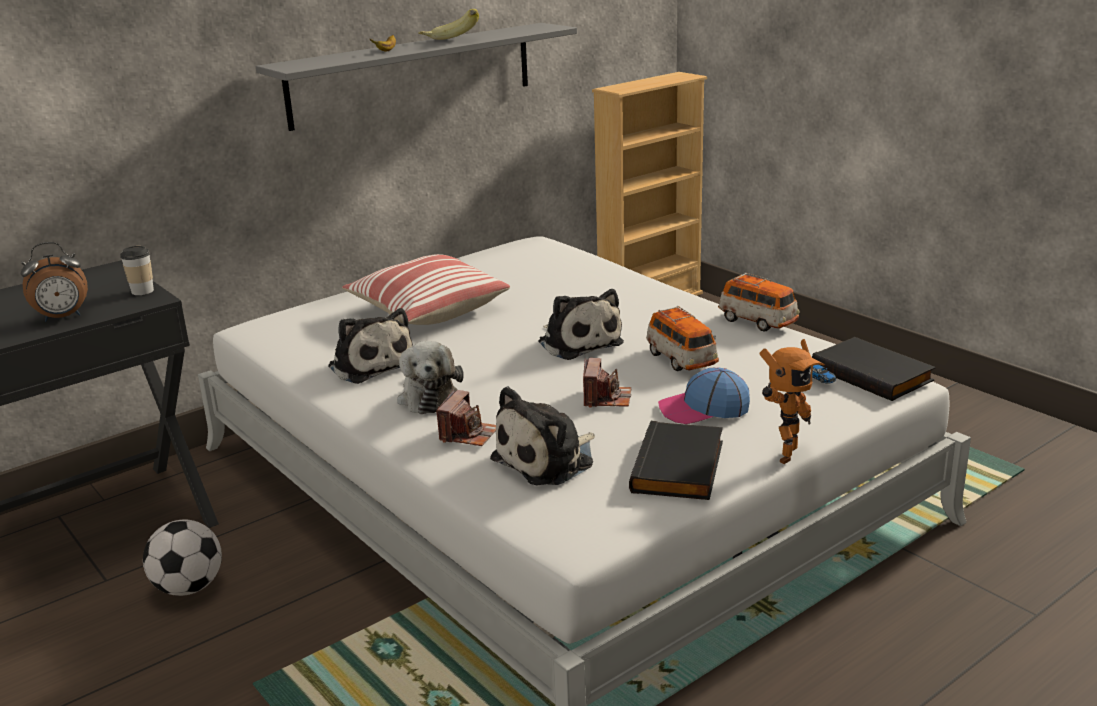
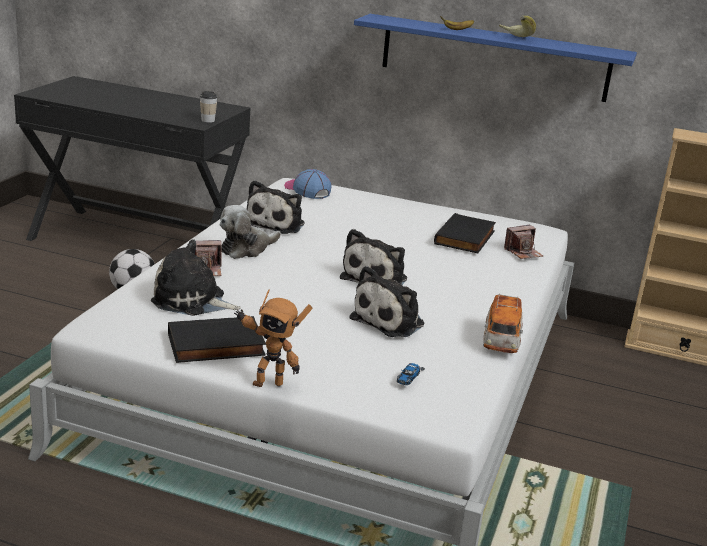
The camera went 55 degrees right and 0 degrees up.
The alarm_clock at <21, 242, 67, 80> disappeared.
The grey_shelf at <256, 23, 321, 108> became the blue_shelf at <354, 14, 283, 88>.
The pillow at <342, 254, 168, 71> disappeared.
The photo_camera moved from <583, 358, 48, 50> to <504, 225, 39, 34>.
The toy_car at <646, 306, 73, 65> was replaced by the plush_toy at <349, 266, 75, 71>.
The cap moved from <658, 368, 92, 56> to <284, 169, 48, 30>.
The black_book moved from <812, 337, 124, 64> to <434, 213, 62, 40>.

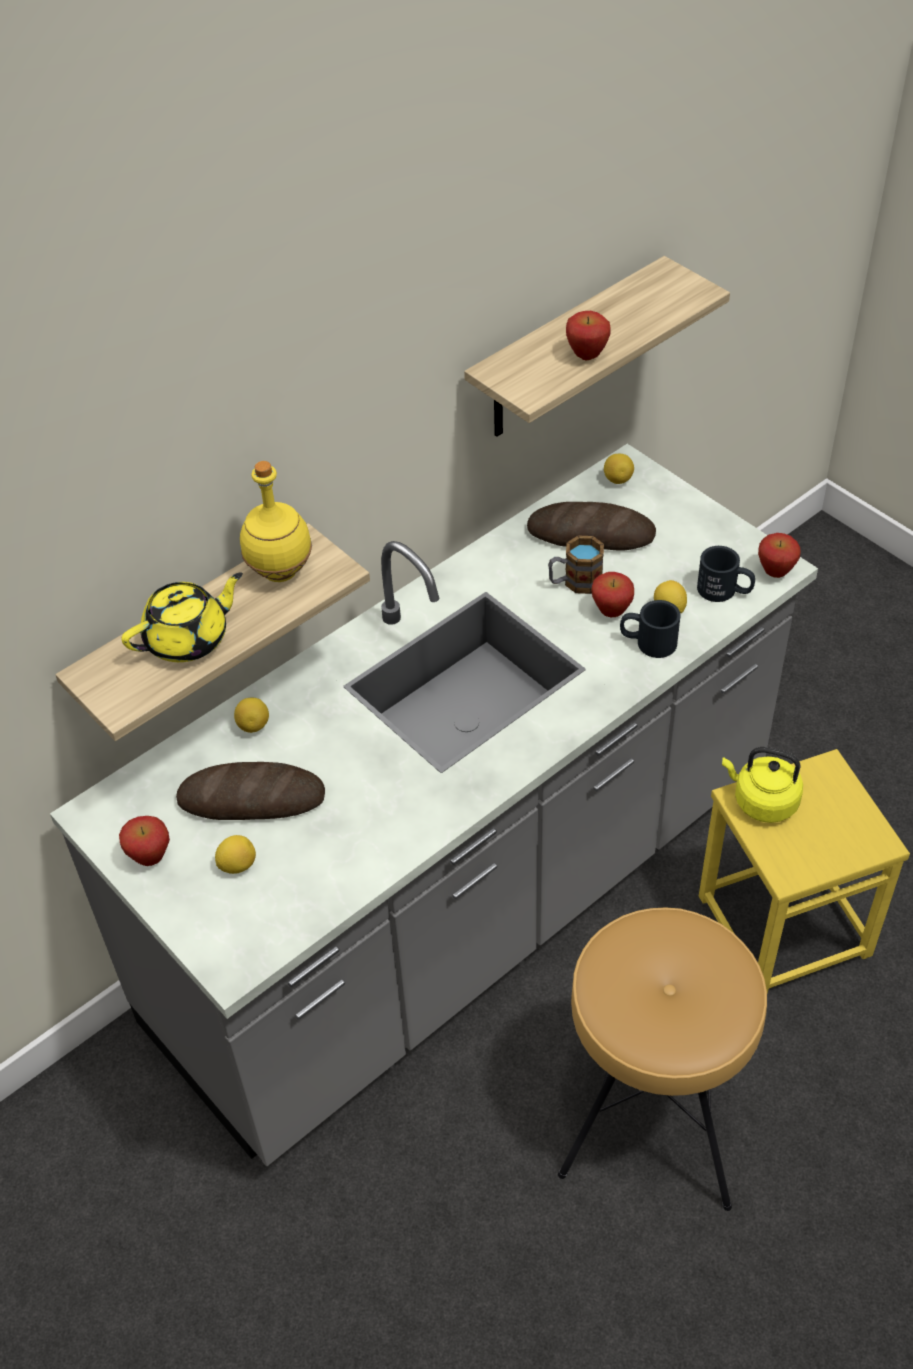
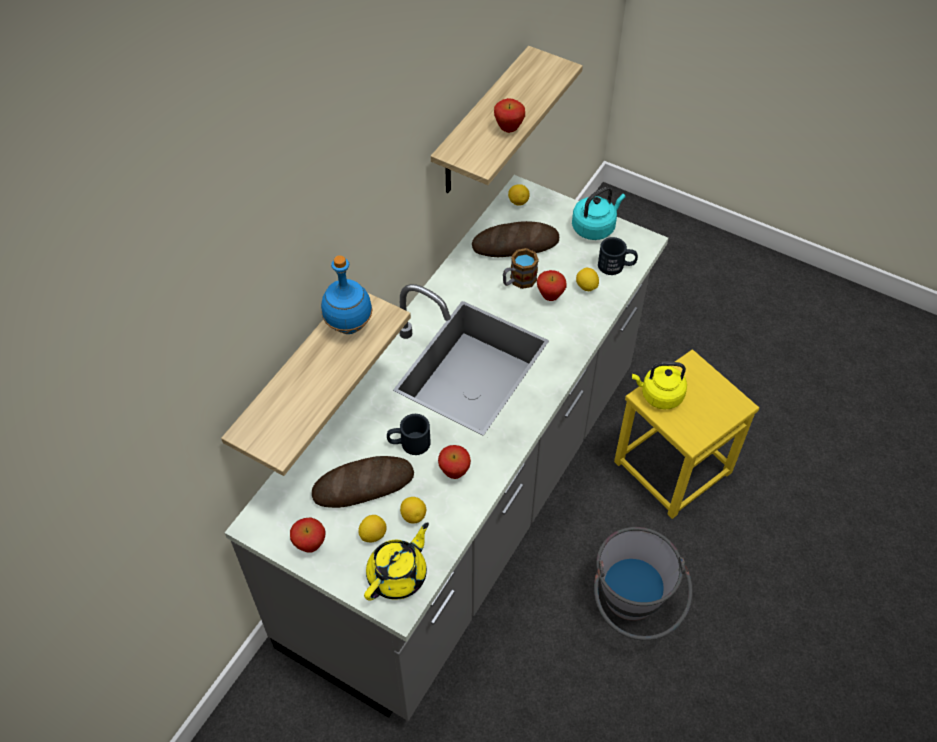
The camera went 20 degrees left and 5 degrees up.
The yellow_teapot moved from <121, 572, 122, 90> to <364, 522, 65, 79>.
The lemon moved from <234, 698, 35, 35> to <400, 497, 26, 27>.
The yellow_bottle at <240, 461, 72, 121> became the blue_bottle at <321, 255, 51, 79>.
The brown_stool at <558, 907, 209, 304> was replaced by the grey_bucket at <594, 527, 99, 114>.
The black_mug moved from <620, 600, 61, 58> to <387, 414, 44, 41>.
The apple moved from <758, 533, 43, 45> to <438, 445, 33, 34>.
The turquoise_kettle at <572, 187, 54, 53> appeared.

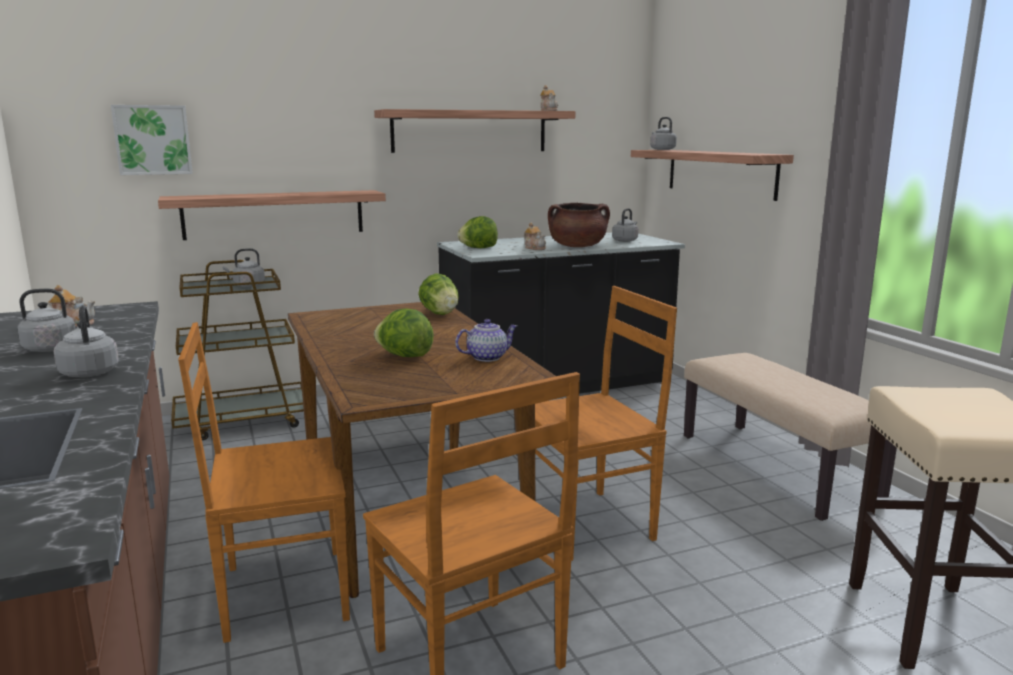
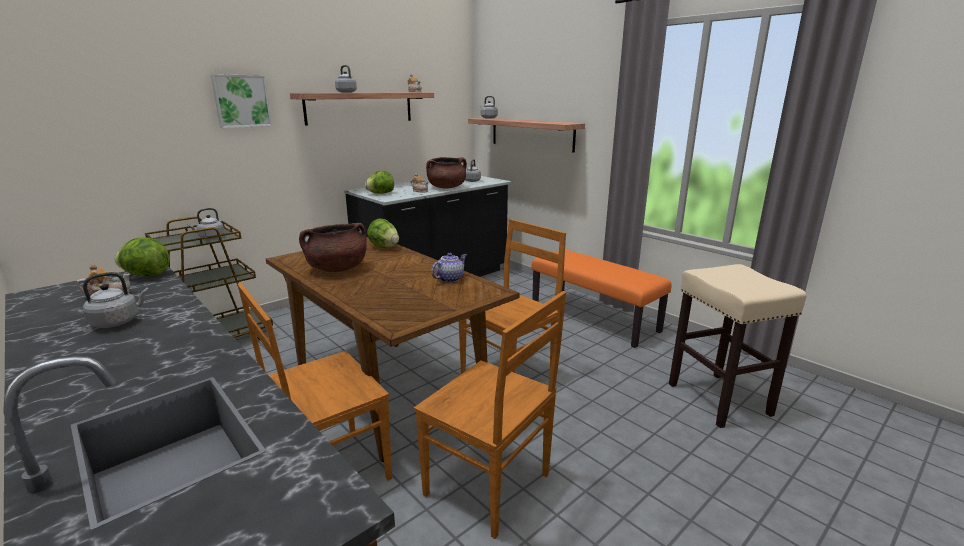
The camera went 20 degrees left and 5 degrees up.
The grey_kettle moved from <54, 305, 65, 72> to <335, 65, 22, 28>.
The picture moved from <111, 105, 82, 70> to <211, 74, 61, 54>.
The shelf at <158, 190, 228, 50> disappeared.
The lettuce moved from <374, 308, 60, 49> to <115, 237, 55, 39>.
The beige_bench at <684, 353, 213, 168> became the orange_bench at <532, 250, 139, 98>.
The brown_cooking_pot at <299, 223, 68, 49> appeared.

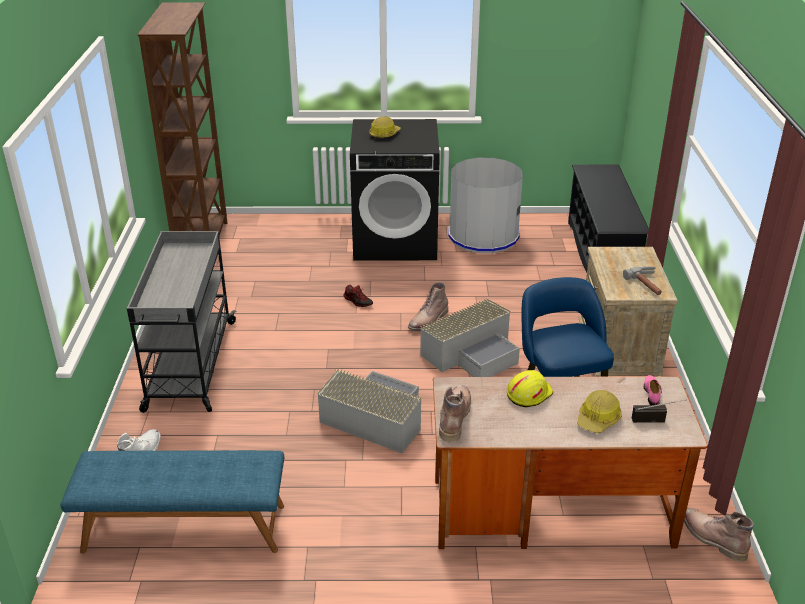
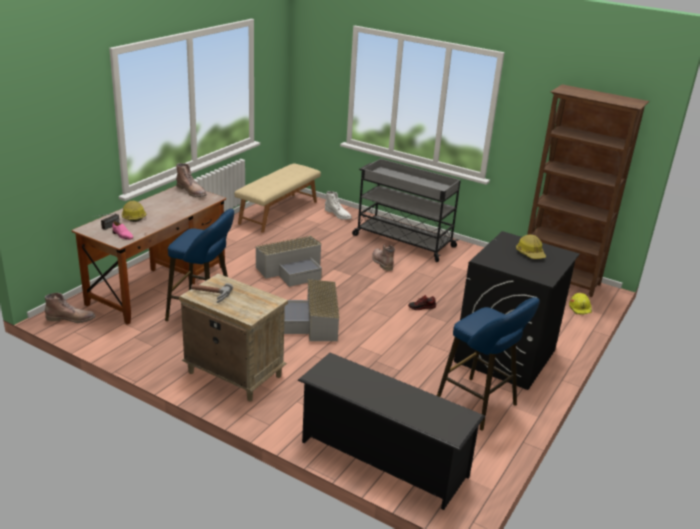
The camera went 120 degrees right and 5 degrees down.
The blue_bench at <60, 450, 224, 104> became the beige_bench at <234, 163, 87, 70>.
The brown_boot moved from <408, 282, 41, 49> to <372, 244, 23, 27>.
The grey_trash_can at <448, 158, 75, 95> was replaced by the blue_stool at <437, 297, 103, 134>.
The yellow_hard_hat moved from <507, 370, 46, 37> to <569, 292, 23, 23>.

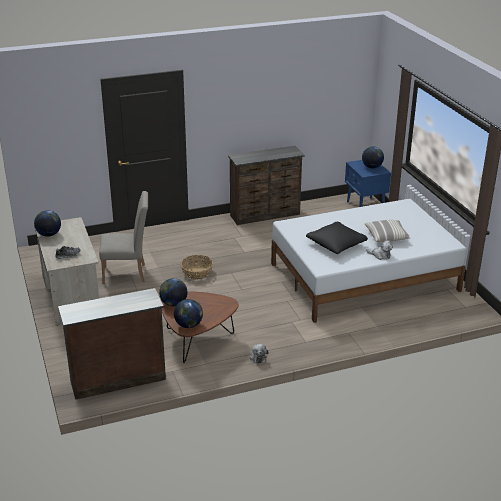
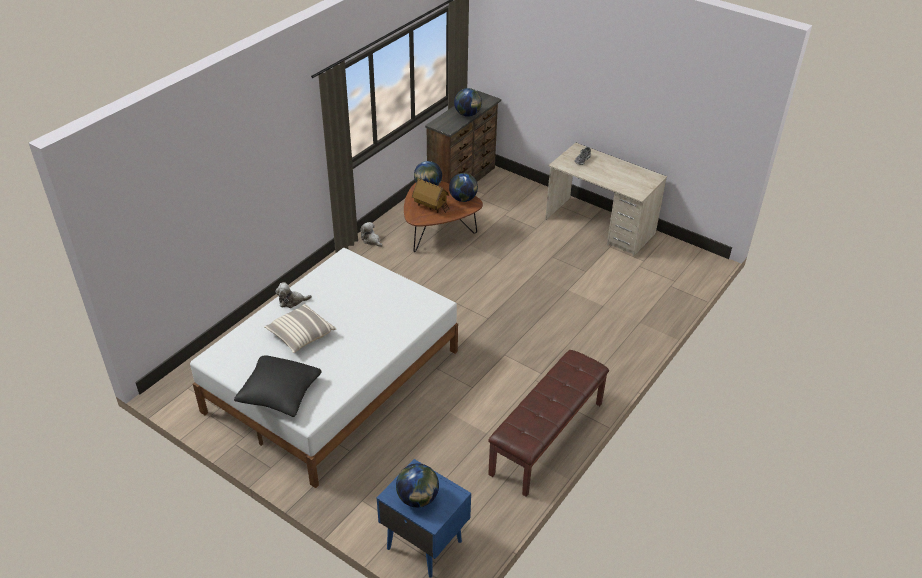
The camera went 145 degrees right and 10 degrees up.
The globe moved from <34, 210, 27, 27> to <454, 88, 28, 29>.
The beige_chair at <99, 191, 49, 93> disappeared.
The basket at <181, 255, 32, 25> disappeared.
The brown_dresser at <228, 146, 77, 79> was replaced by the brown_bench at <488, 350, 121, 147>.
The black_pillow moved from <306, 222, 62, 32> to <234, 355, 88, 62>.
The toy_house at <412, 179, 38, 34> appeared.

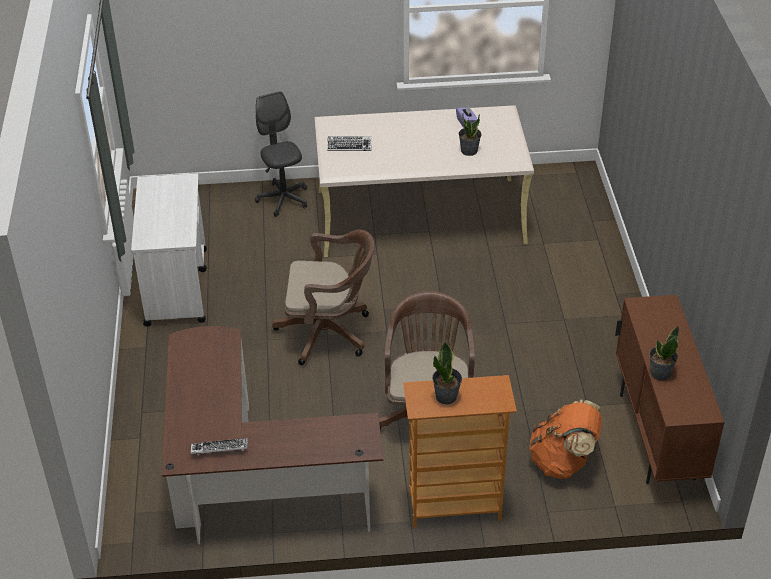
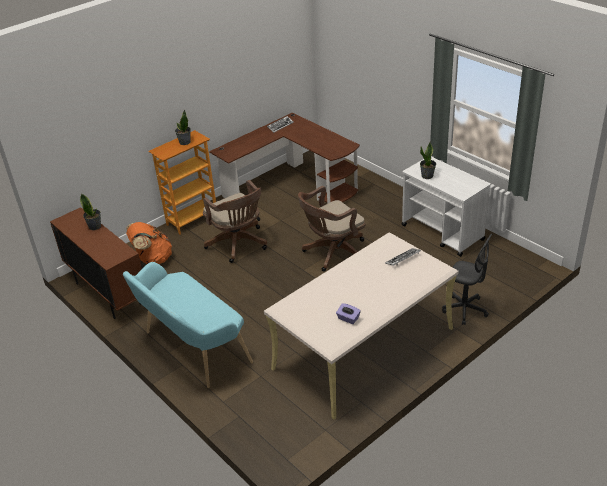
The camera went 145 degrees right and 5 degrees down.
The potted_plant moved from <459, 114, 23, 42> to <420, 142, 16, 37>.
The turquoise_bench at <123, 262, 130, 126> appeared.

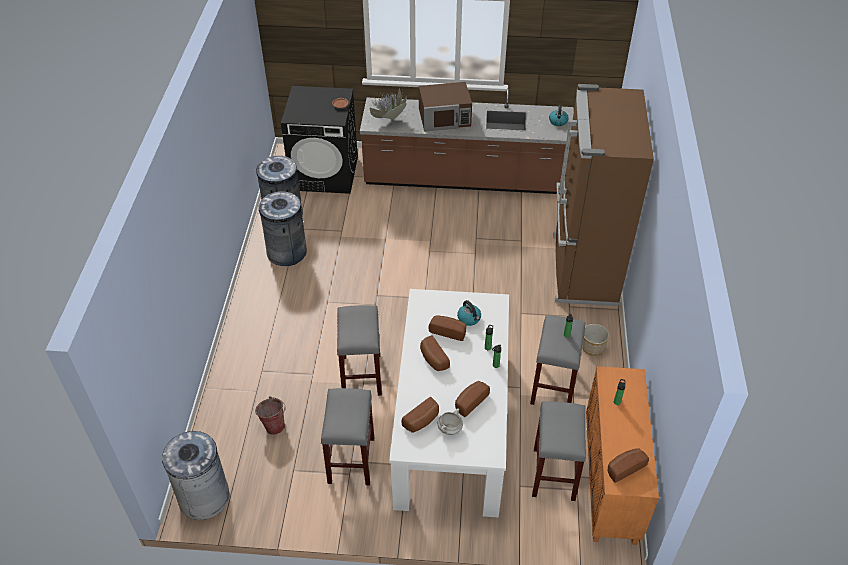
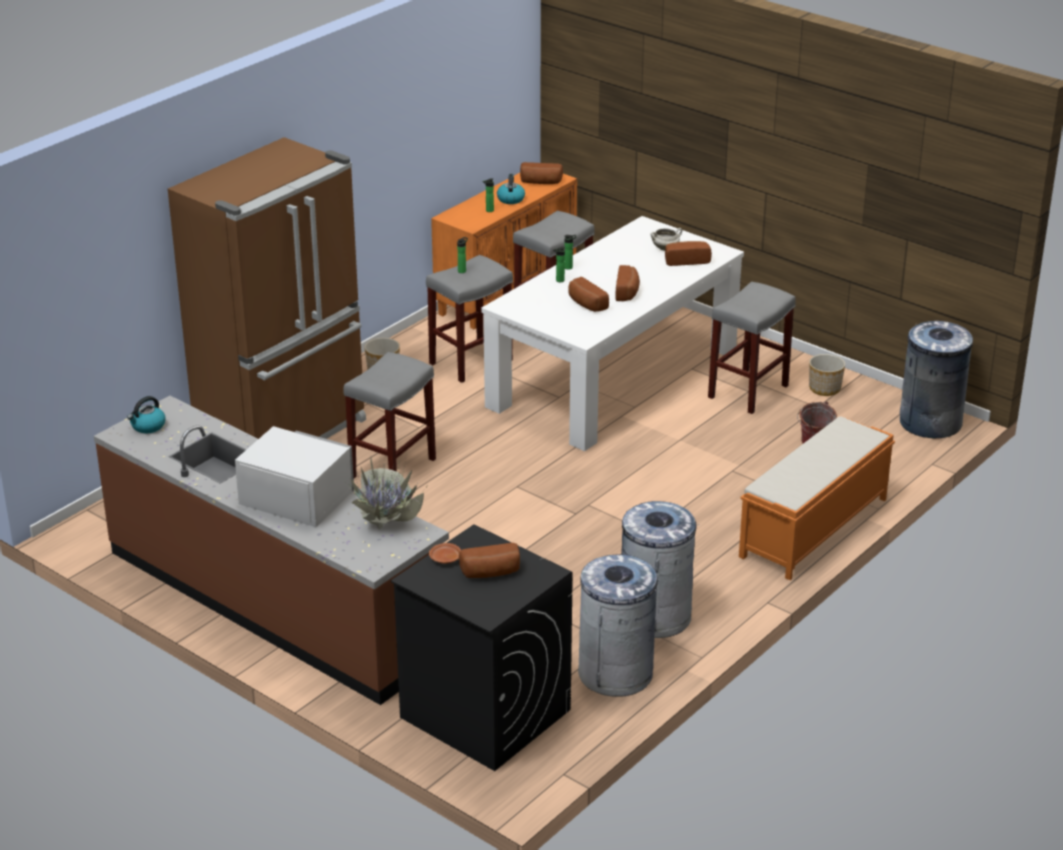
The camera went 145 degrees left and 15 degrees down.
The grey_stool moved from <337, 305, 45, 91> to <343, 352, 93, 126>.
The brown_microwave at <419, 82, 53, 50> became the white_microwave at <235, 426, 119, 101>.
The bread moved from <455, 381, 35, 36> to <459, 543, 61, 35>.
The kettle moved from <457, 300, 24, 26> to <497, 174, 28, 30>.
The orange_bench at <739, 416, 156, 164> appeared.
The planter at <809, 354, 36, 42> appeared.

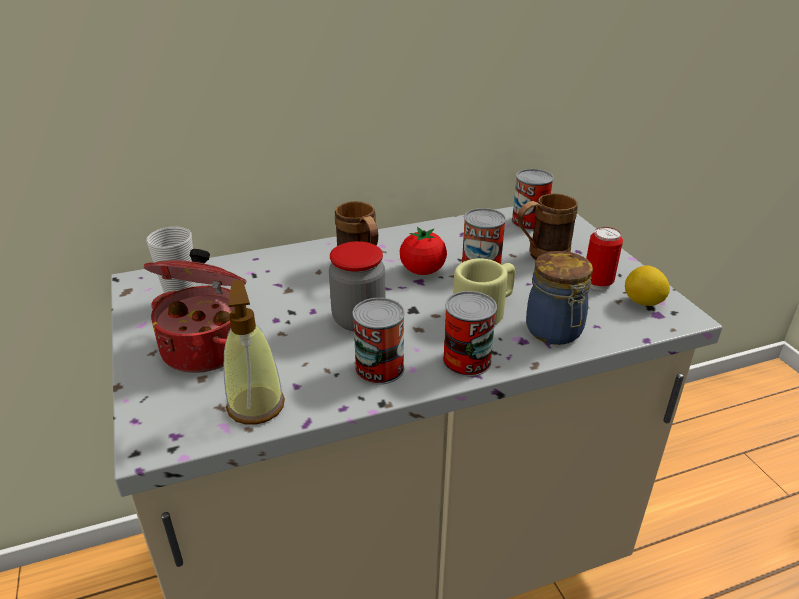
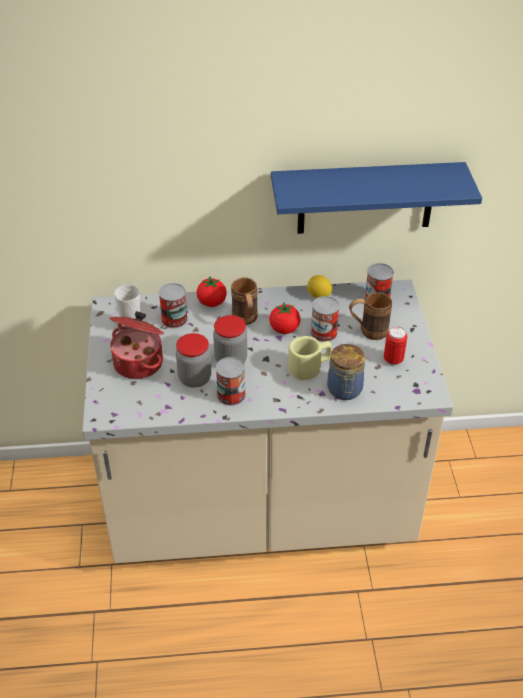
The camera went 15 degrees right and 10 degrees up.
The soap_dispenser at <224, 280, 61, 145> disappeared.
The can moved from <443, 291, 54, 86> to <159, 283, 29, 45>.
The lemon moved from <625, 266, 45, 40> to <307, 275, 25, 23>.
The jar at <176, 333, 35, 55> appeared.
The tomato at <197, 276, 30, 31> appeared.
The blue_shelf at <271, 162, 211, 72> appeared.

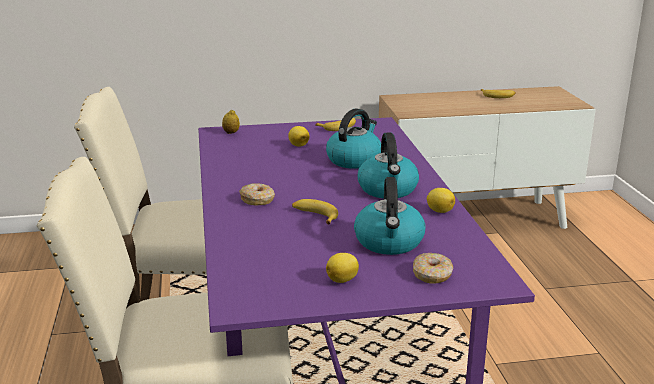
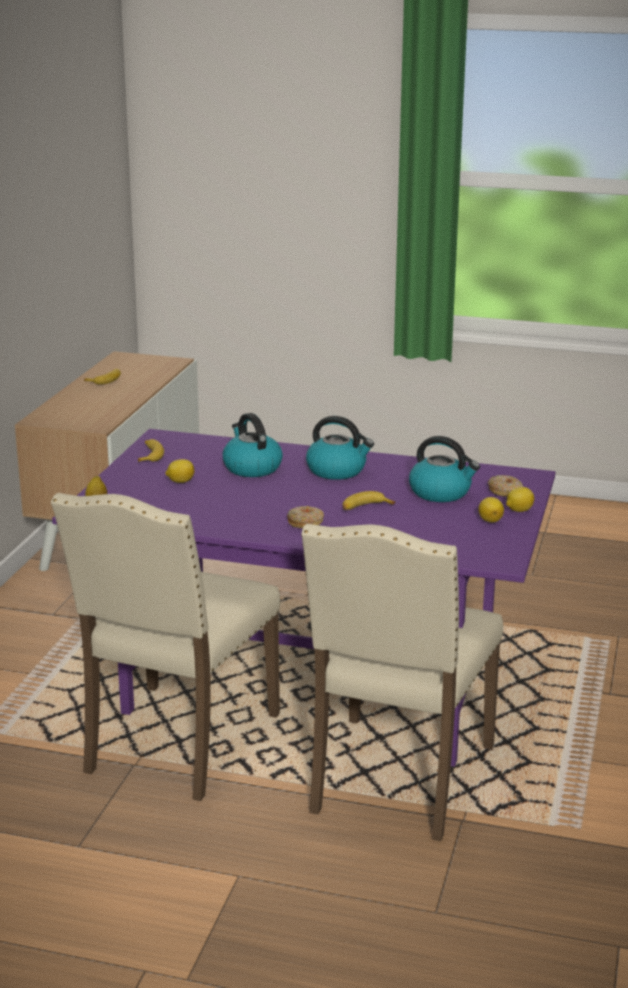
The camera went 65 degrees left and 0 degrees up.
The lemon moved from <427, 188, 28, 25> to <506, 487, 28, 25>.

